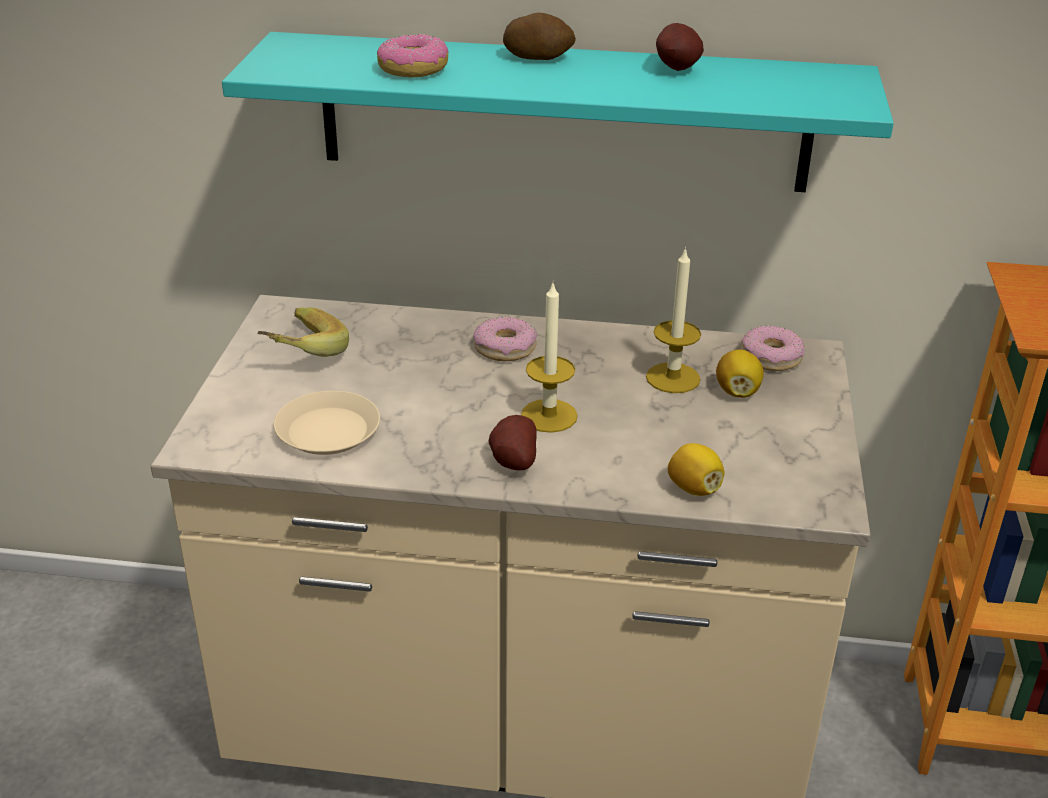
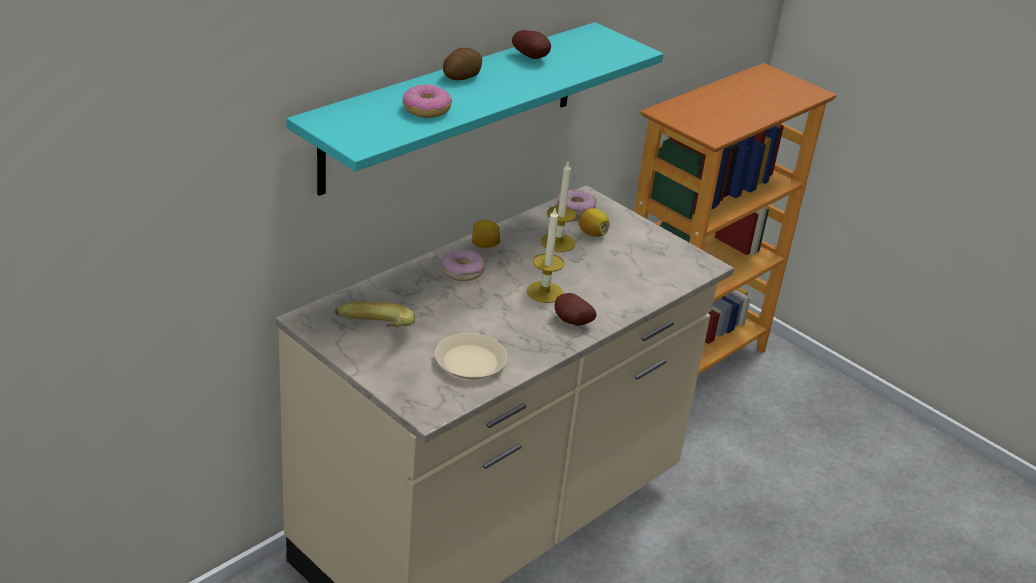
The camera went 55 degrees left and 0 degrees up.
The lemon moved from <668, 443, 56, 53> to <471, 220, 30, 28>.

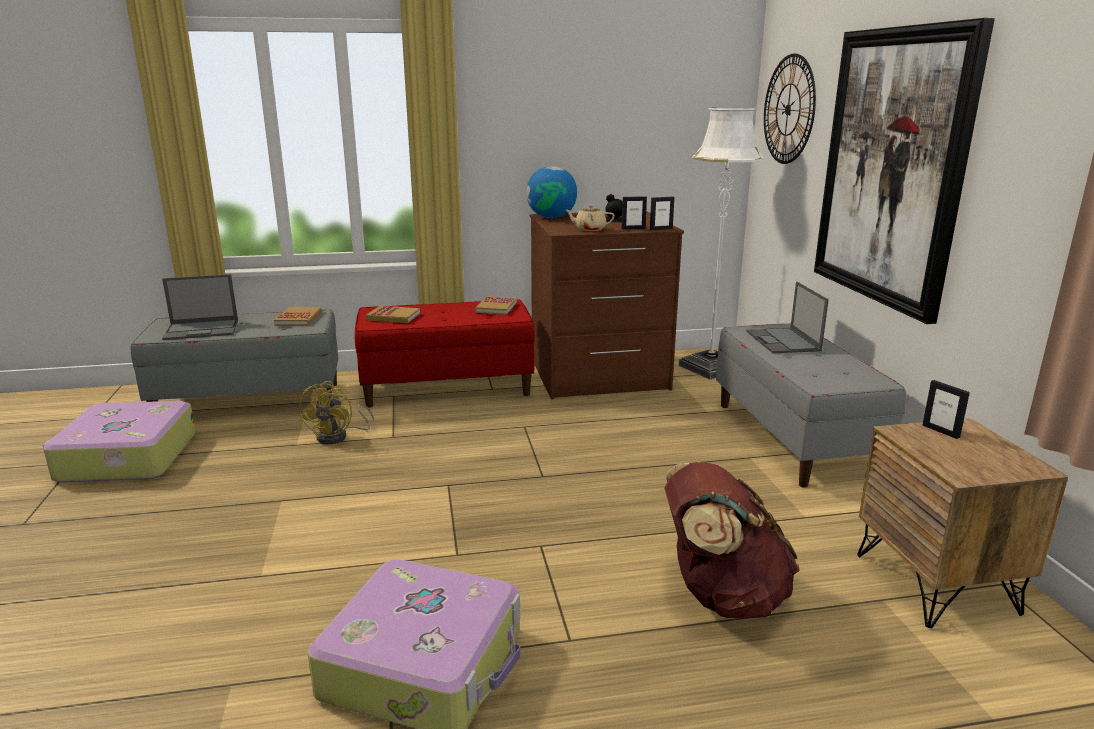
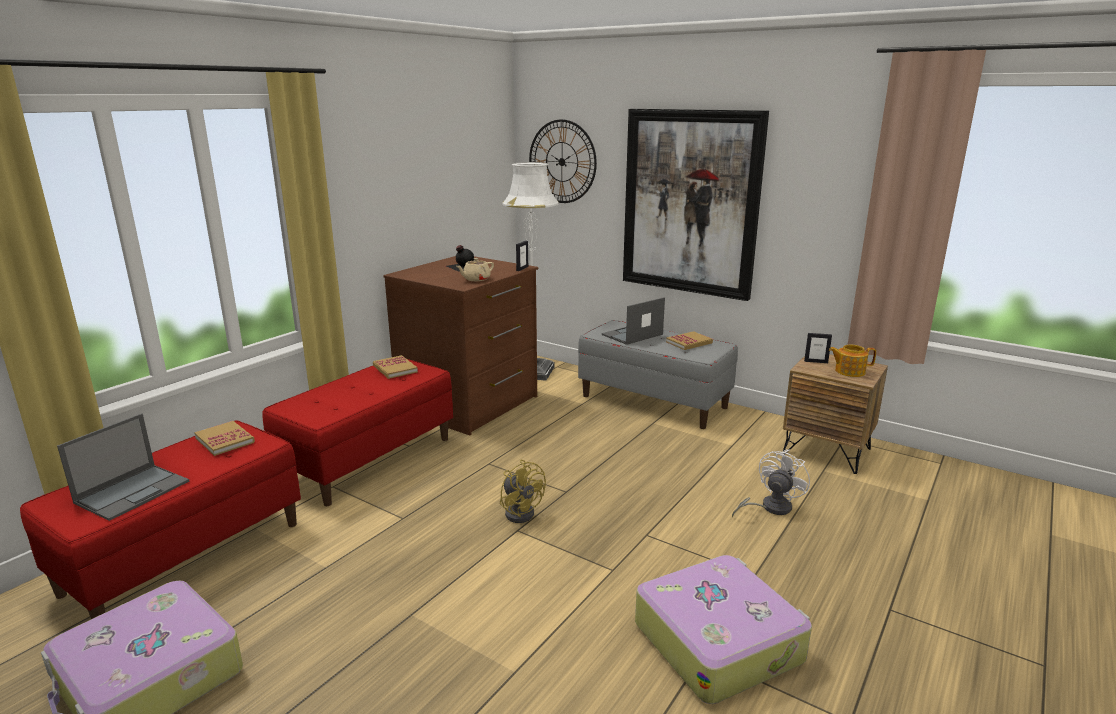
The camera went 45 degrees left and 0 degrees up.
The grey_bench at <131, 309, 207, 93> became the red_bench at <20, 420, 281, 199>.
The yellow_fan moved from <299, 381, 75, 64> to <500, 460, 46, 63>.
The book moved from <366, 306, 54, 17> to <666, 331, 47, 19>.
The globe at <526, 167, 51, 51> disappeared.
The picture_frame at <622, 196, 25, 34> disappeared.
The brown_backpack at <664, 462, 136, 157> was replaced by the white_fan at <732, 449, 78, 69>.
The laptop at <746, 282, 83, 71> turned 105 degrees clockwise.
The teapot at <829, 344, 47, 33> appeared.

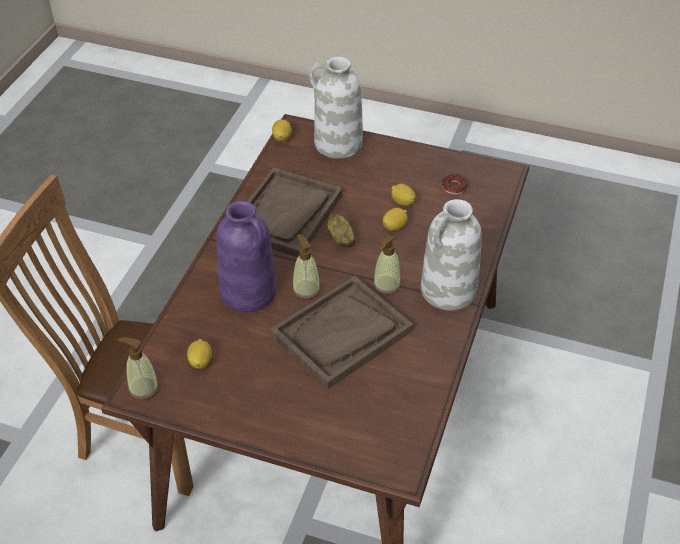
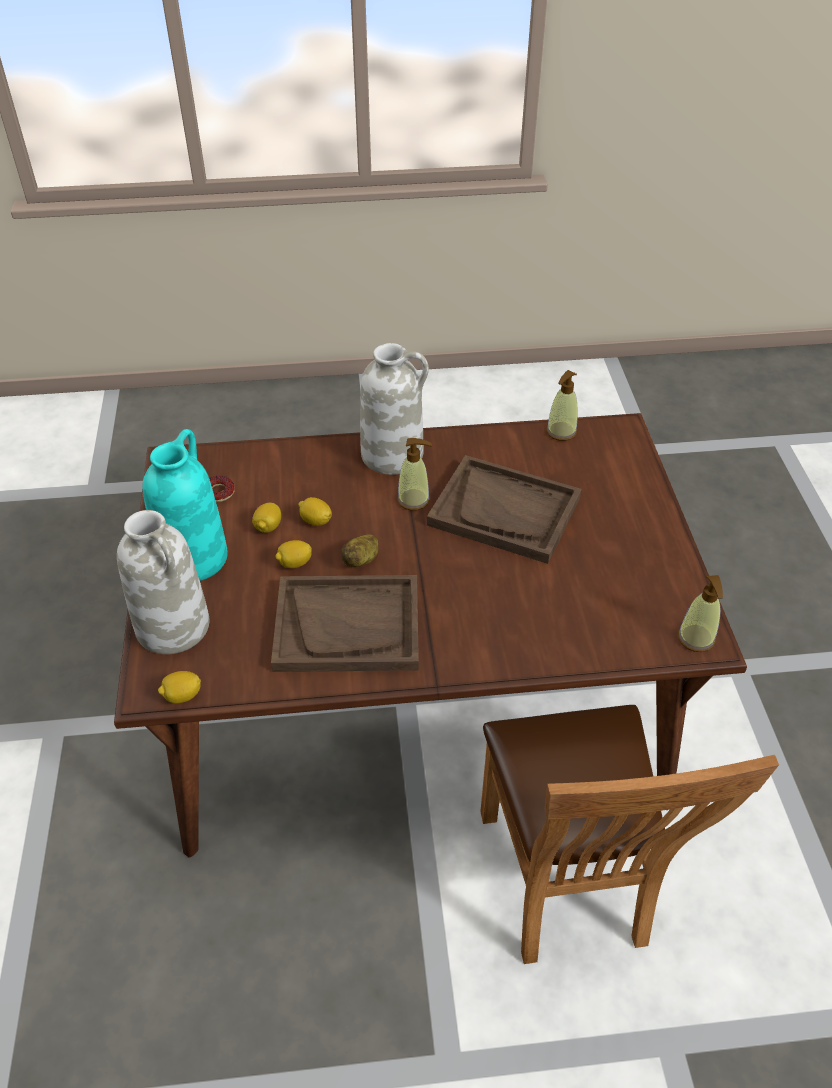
The camera went 115 degrees left and 0 degrees up.
The lemon moved from <187, 339, 25, 30> to <275, 540, 37, 28>.
The purple_vase at <216, 201, 60, 111> disappeared.
The soap_dispenser moved from <292, 234, 29, 66> to <546, 370, 32, 71>.
The turquoise_vase at <142, 429, 86, 152> appeared.

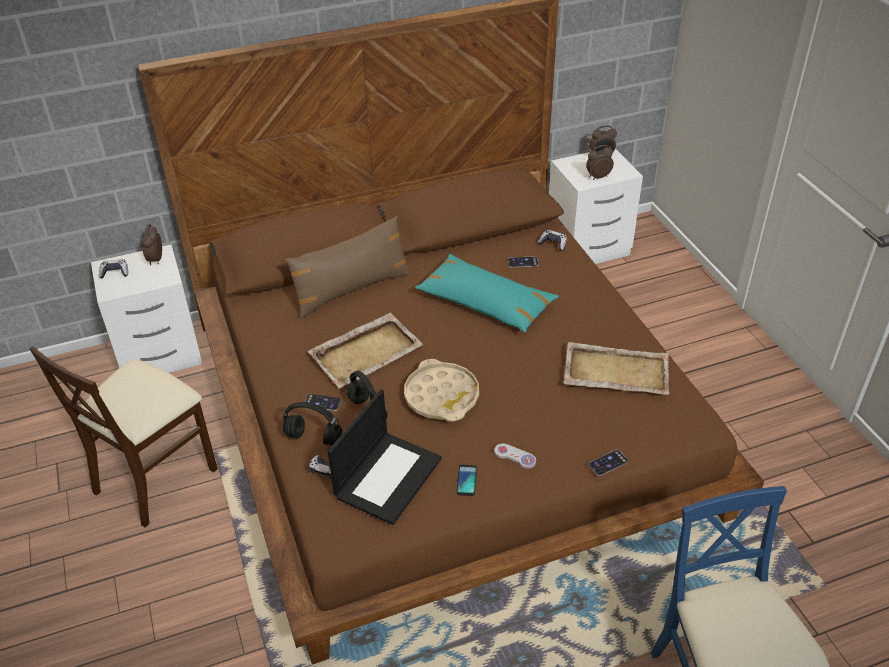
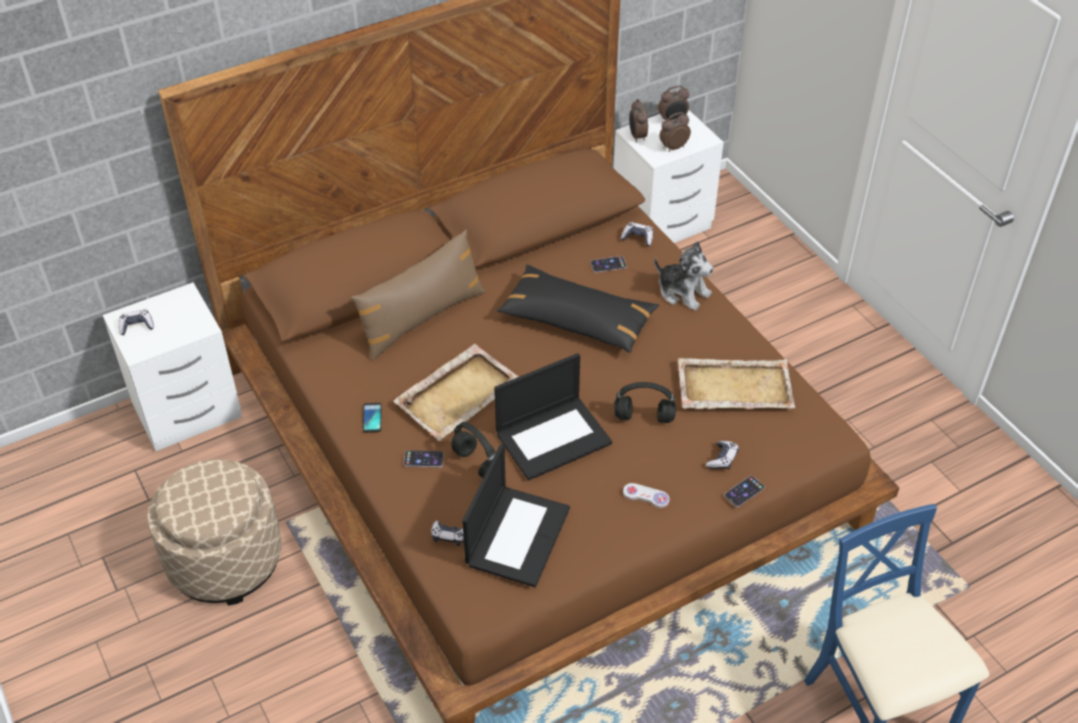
The camera went 10 degrees left and 5 degrees up.
The beige_chair at <29, 346, 189, 182> was replaced by the beige_ottoman at <147, 459, 134, 147>.
The alarm_clock moved from <142, 224, 20, 41> to <629, 99, 19, 44>.
The black_headphones moved from <283, 402, 59, 43> to <614, 382, 62, 41>.
The beige_tray at <404, 359, 75, 62> was replaced by the laptop at <494, 353, 118, 128>.
The turquoise_pillow at <415, 254, 144, 78> became the black_pillow at <496, 265, 163, 88>.
The phone moved from <456, 465, 21, 31> to <363, 403, 19, 30>.
The plush_toy at <654, 241, 59, 70> appeared.
The game_controller at <706, 441, 33, 28> appeared.

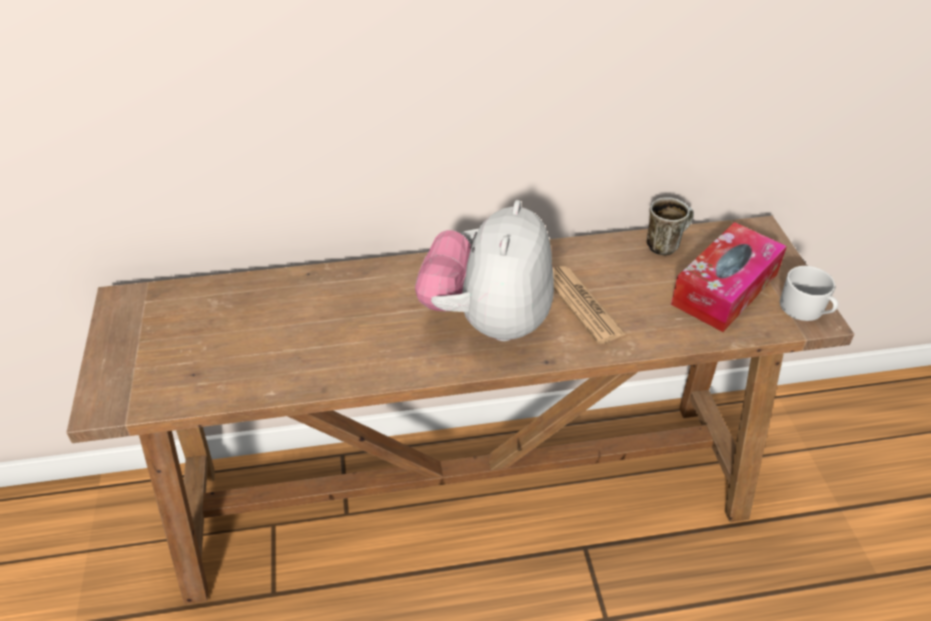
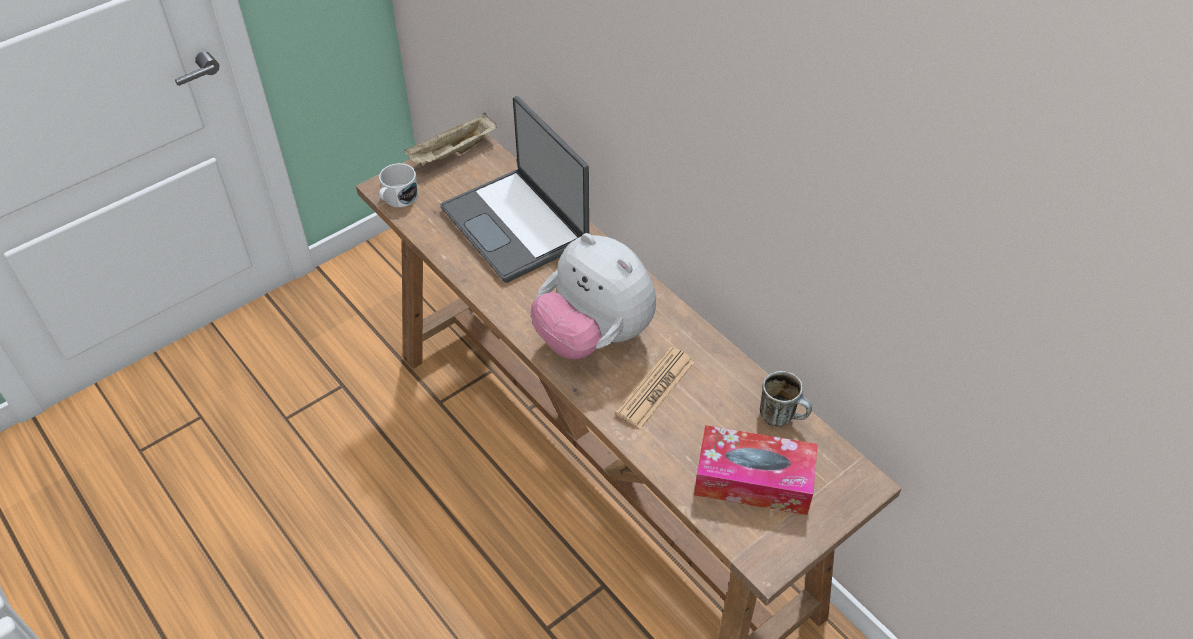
The camera went 60 degrees right and 5 degrees up.
The plush_toy at <415, 200, 139, 141> turned 120 degrees counterclockwise.
The white_mug moved from <780, 266, 58, 55> to <379, 163, 39, 44>.
The beige_tray at <404, 113, 93, 53> appeared.
The laptop at <440, 96, 149, 187> appeared.

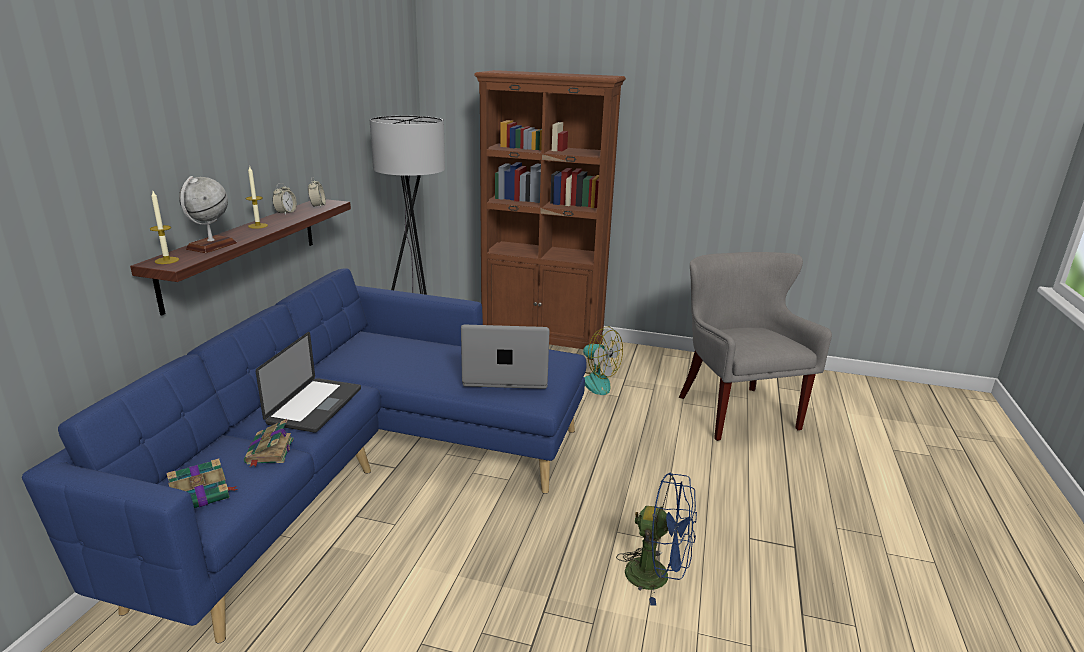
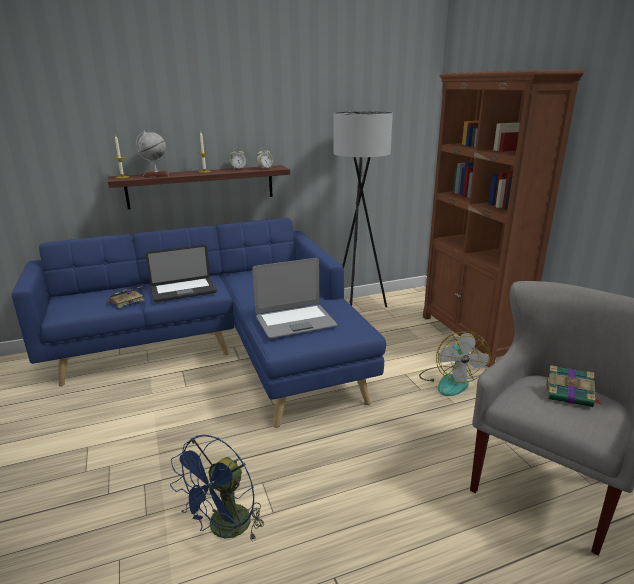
The camera went 55 degrees right and 0 degrees up.
The book moved from <166, 458, 72, 50> to <546, 365, 55, 42>.
The laptop at <461, 324, 89, 65> turned 105 degrees clockwise.
The blue_fan at <616, 473, 81, 133> turned 45 degrees clockwise.

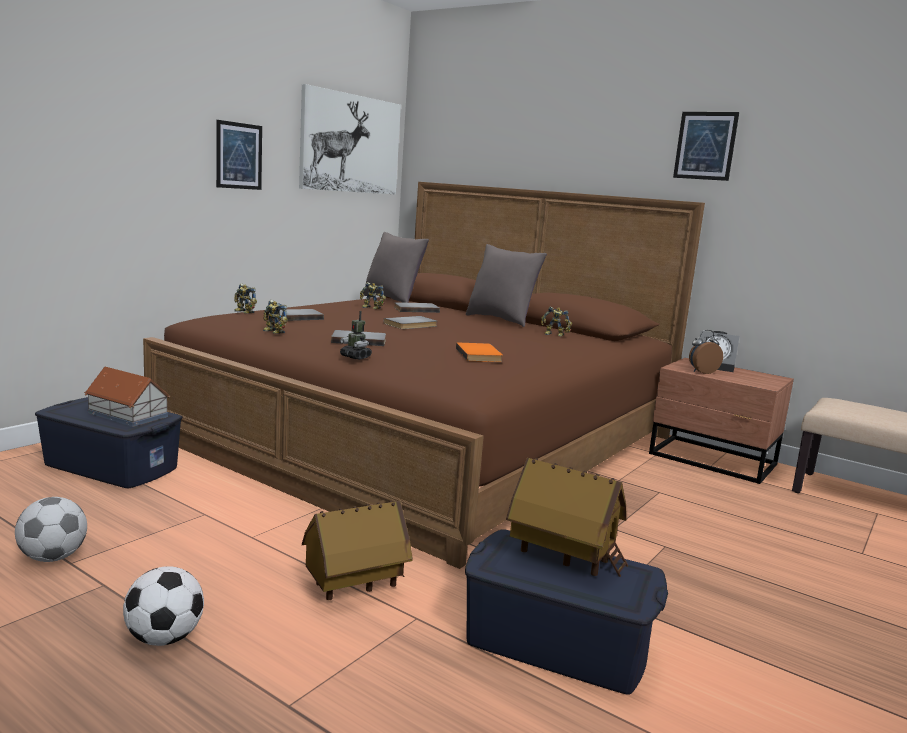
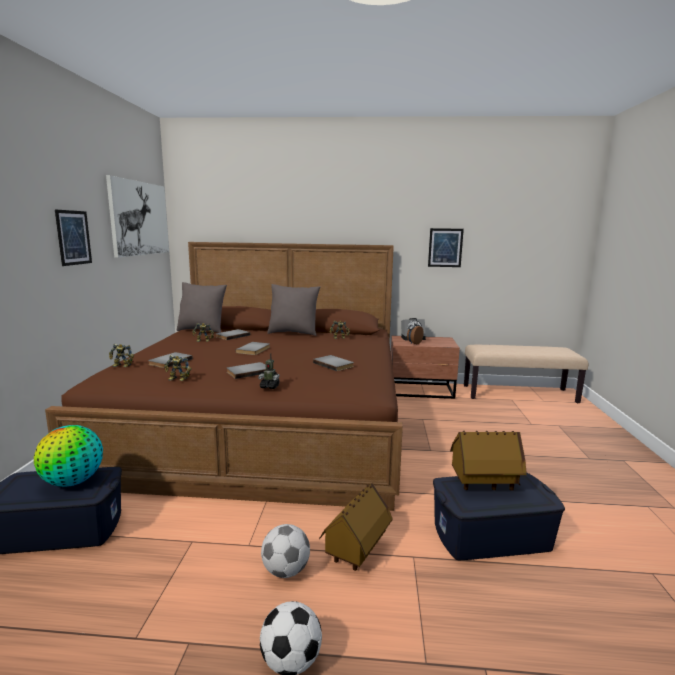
The camera went 30 degrees left and 0 degrees up.
The football moved from <15, 497, 72, 65> to <261, 524, 49, 54>.
The toy_house at <84, 367, 86, 60> was replaced by the globe at <34, 425, 69, 62>.
The orange_book at <456, 343, 47, 19> became the grey_book at <313, 355, 41, 16>.
The picture moved from <673, 112, 66, 69> to <428, 228, 36, 39>.

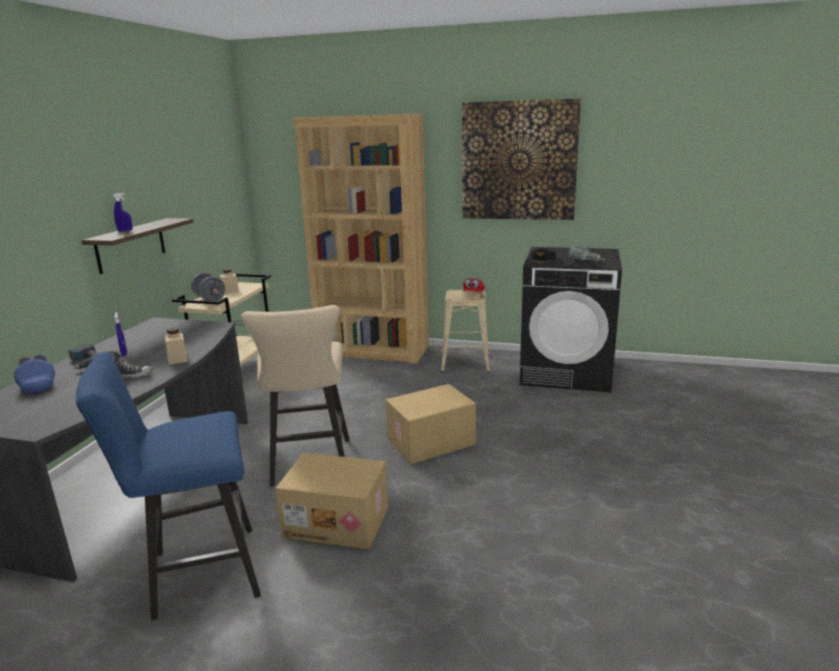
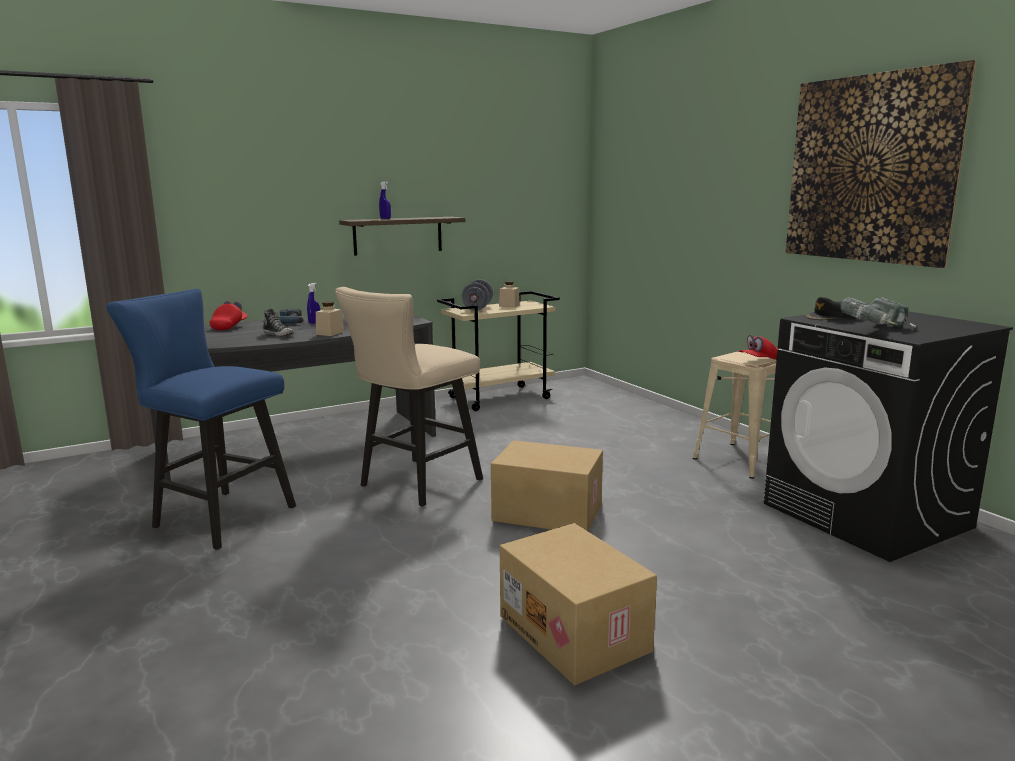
The camera went 45 degrees right and 5 degrees down.
The blue_cap at <14, 354, 41, 40> became the red_cap at <210, 301, 38, 29>.
The cardboard_box moved from <275, 453, 113, 96> to <500, 523, 157, 162>.
The brown_bookcase at <293, 114, 136, 249> disappeared.

